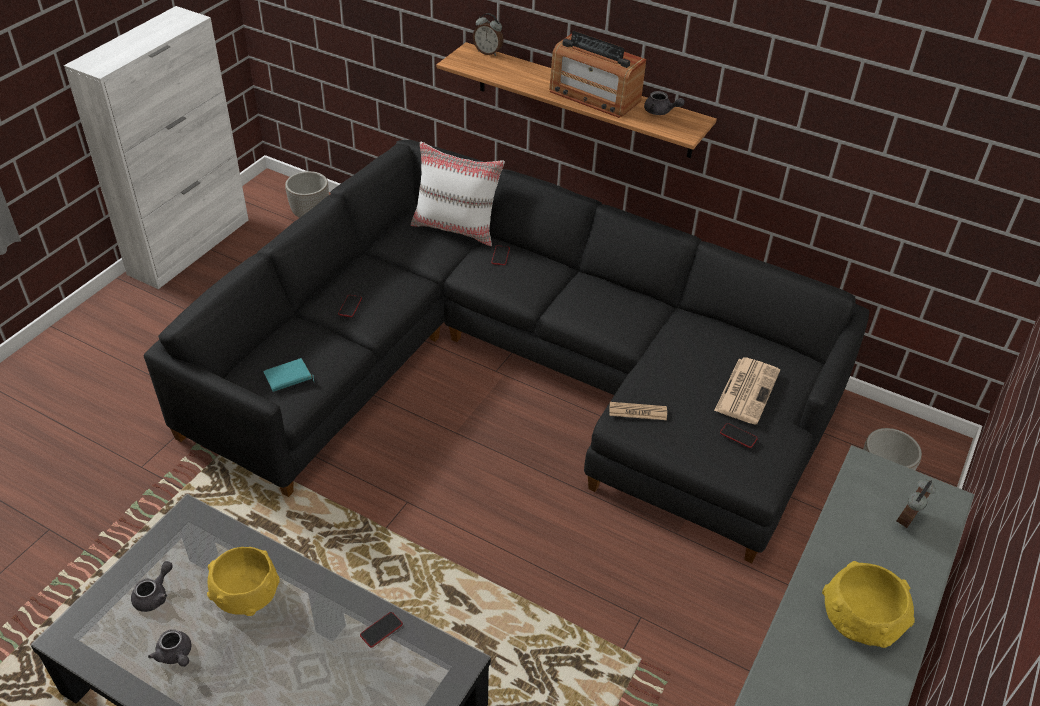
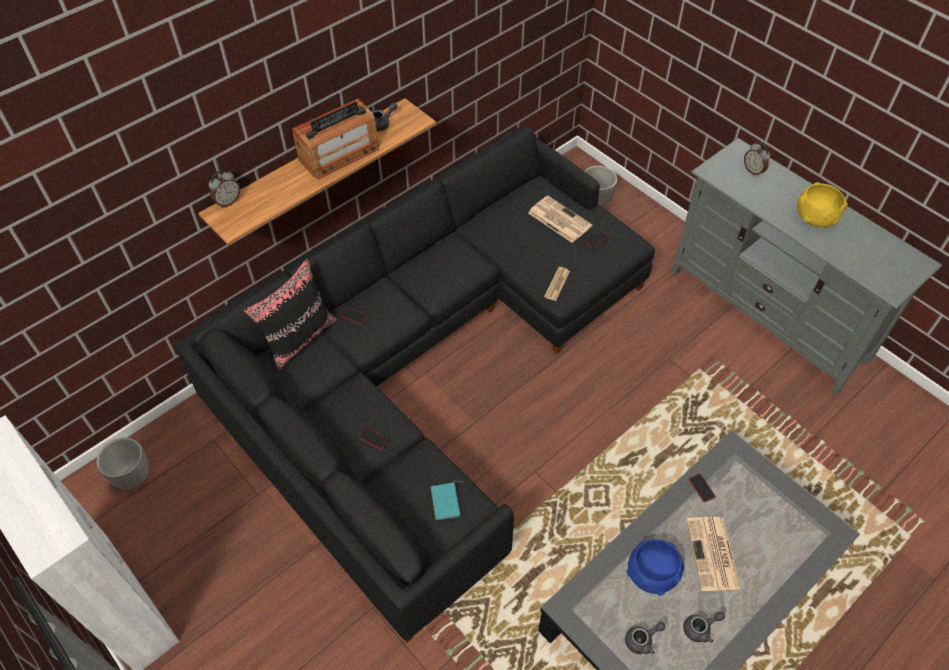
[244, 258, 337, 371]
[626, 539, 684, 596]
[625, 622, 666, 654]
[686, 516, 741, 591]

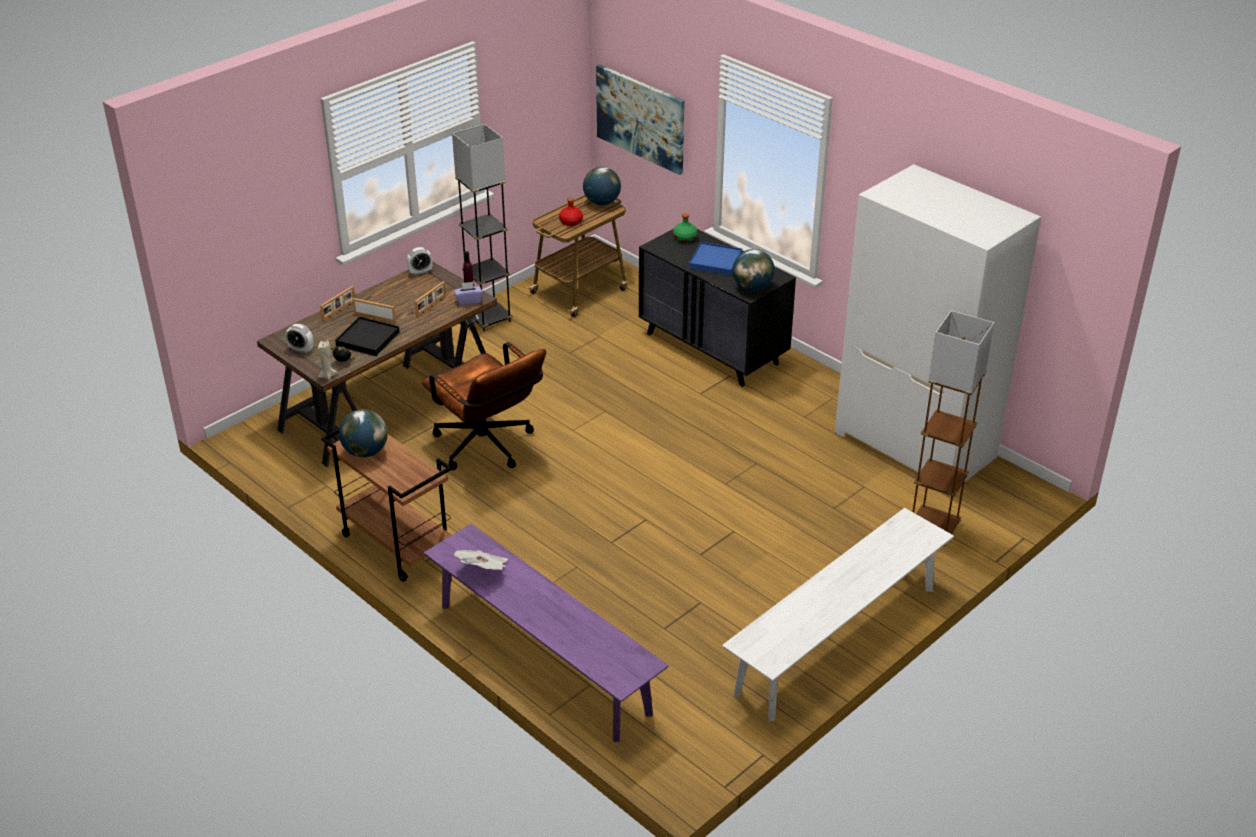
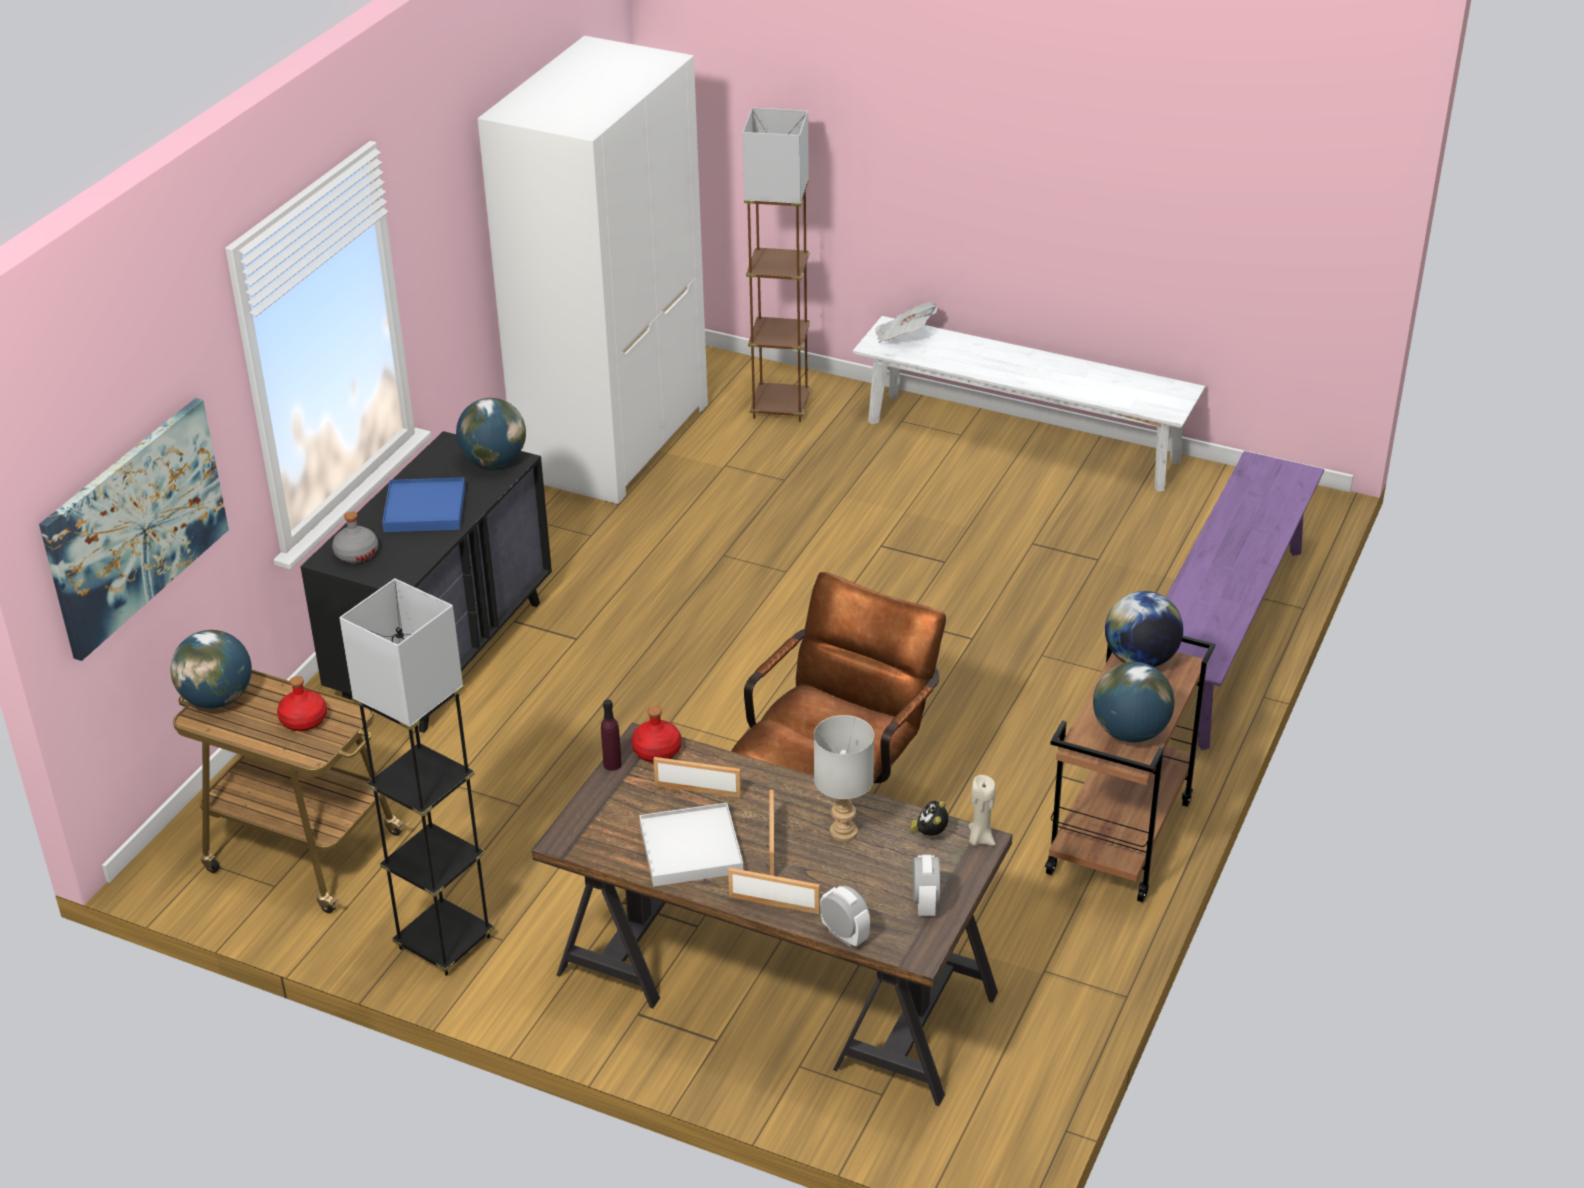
[332, 512, 378, 563]
[820, 886, 870, 947]
[631, 706, 682, 762]
[814, 715, 874, 842]
[875, 302, 937, 343]
[1105, 591, 1183, 667]
[639, 803, 743, 887]

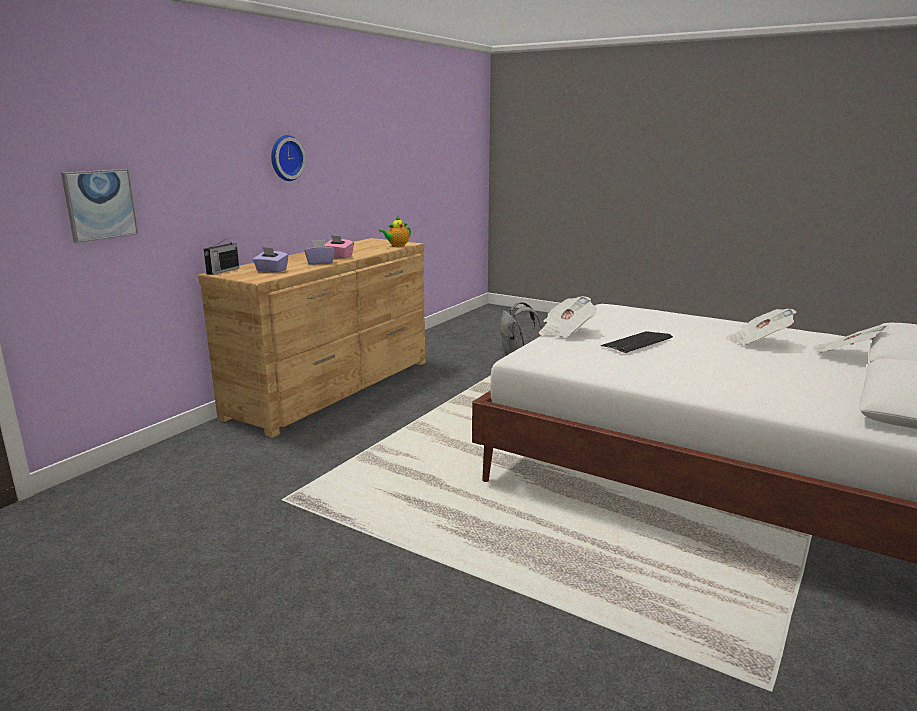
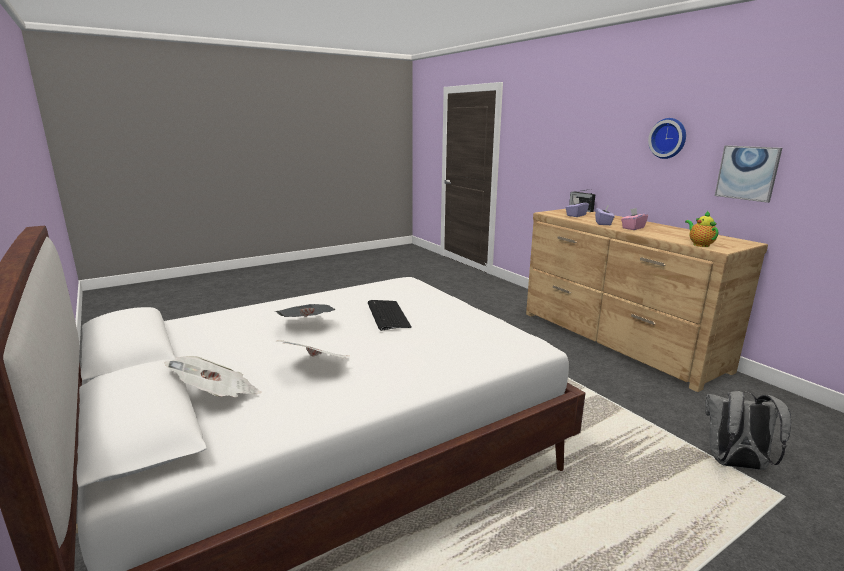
[715, 145, 782, 203]
[274, 304, 335, 317]

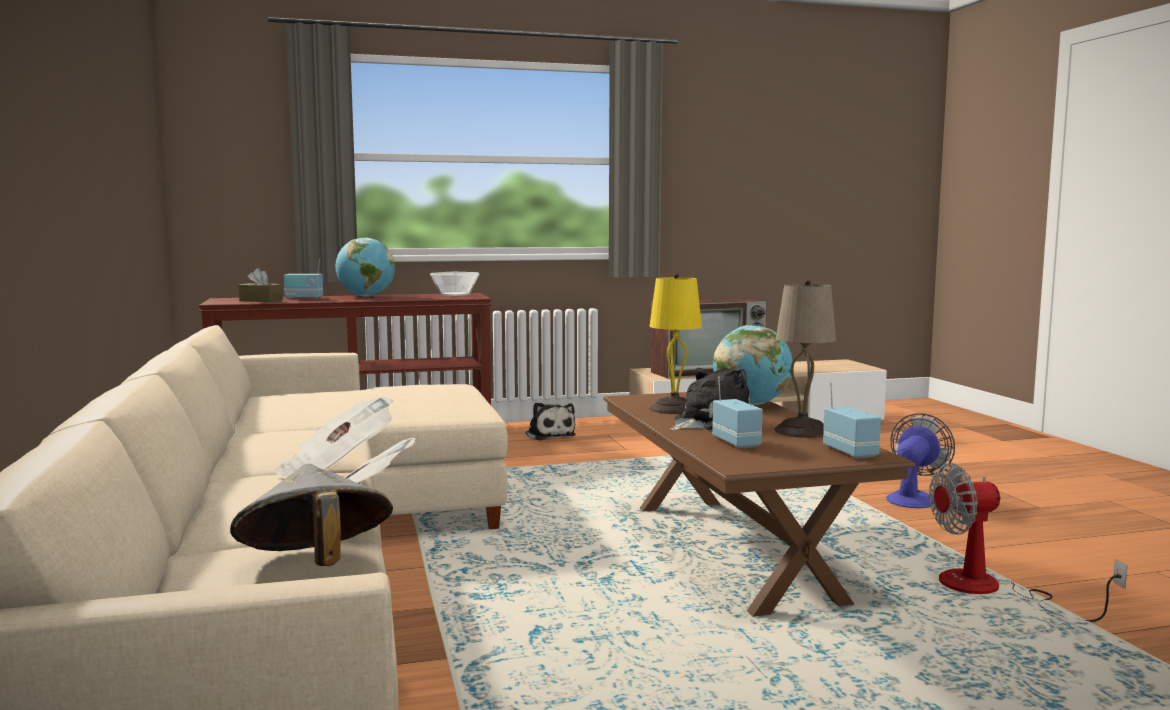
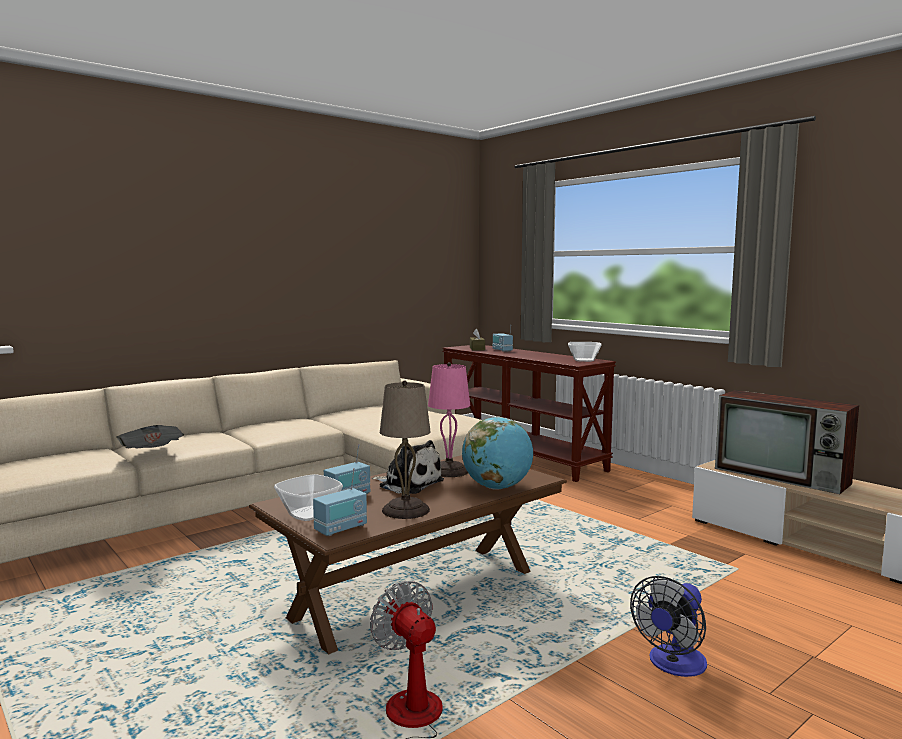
[335, 238, 395, 297] (first image)
[428, 362, 470, 477]
[275, 397, 393, 477] (first image)
[526, 402, 576, 440] (first image)
[630, 576, 707, 677]
[230, 464, 393, 566] (first image)
[274, 474, 343, 521]

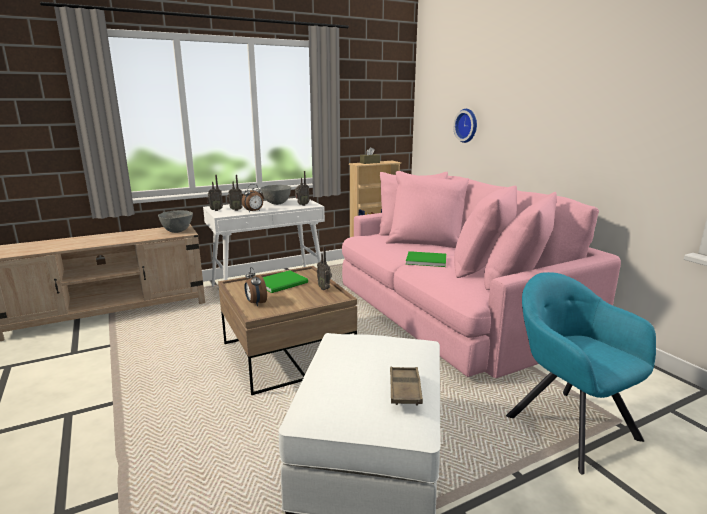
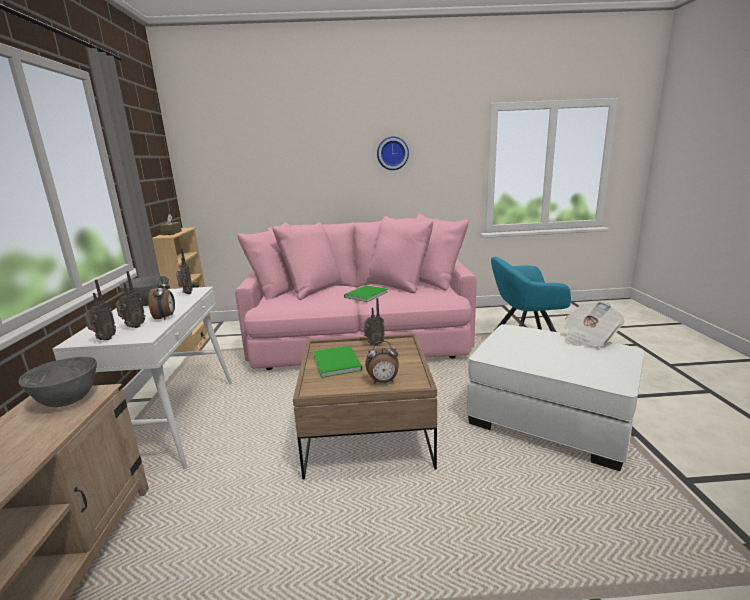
[377, 136, 409, 170]
[563, 302, 624, 347]

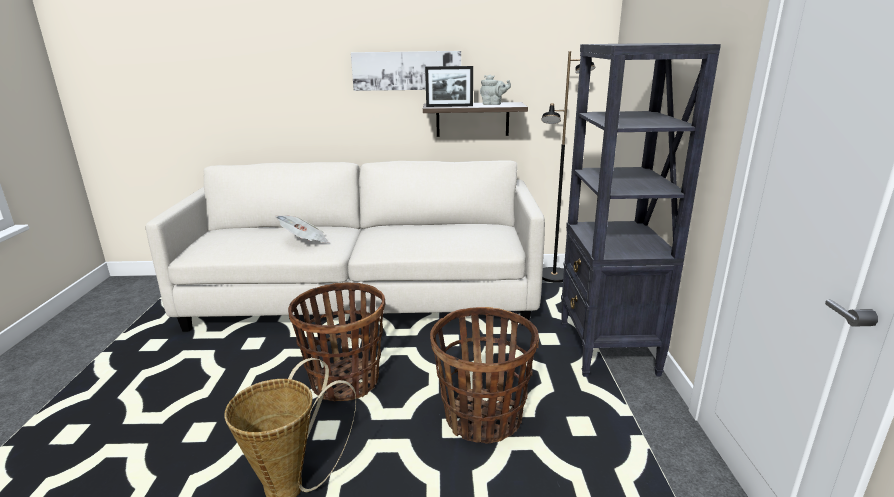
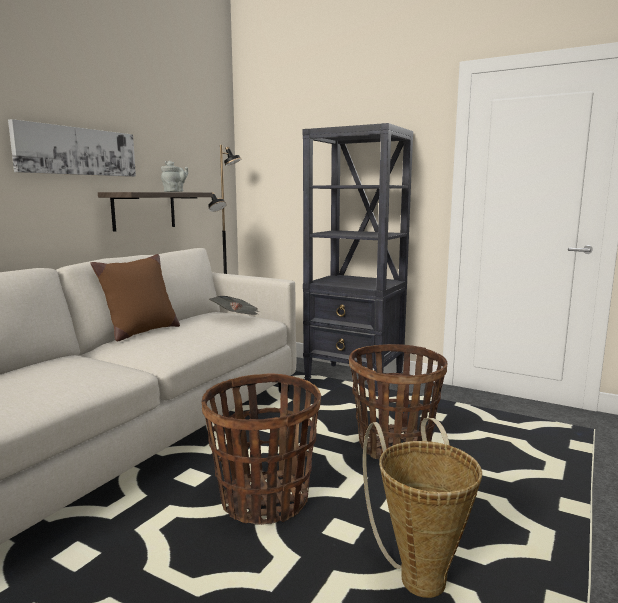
[425, 66, 473, 107] (first image)
[209, 296, 259, 315]
[90, 254, 180, 341]

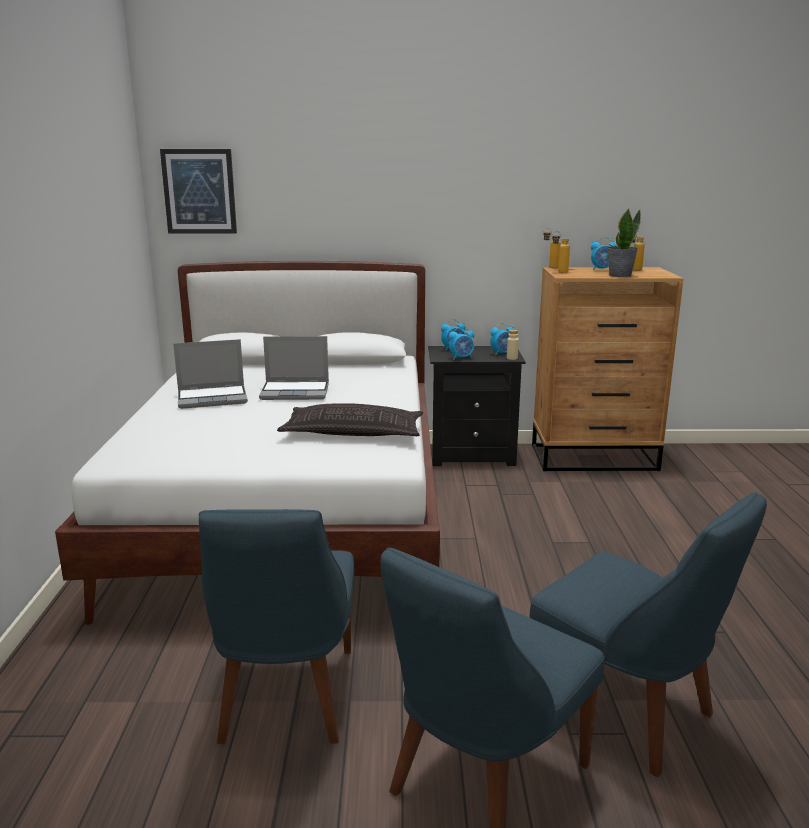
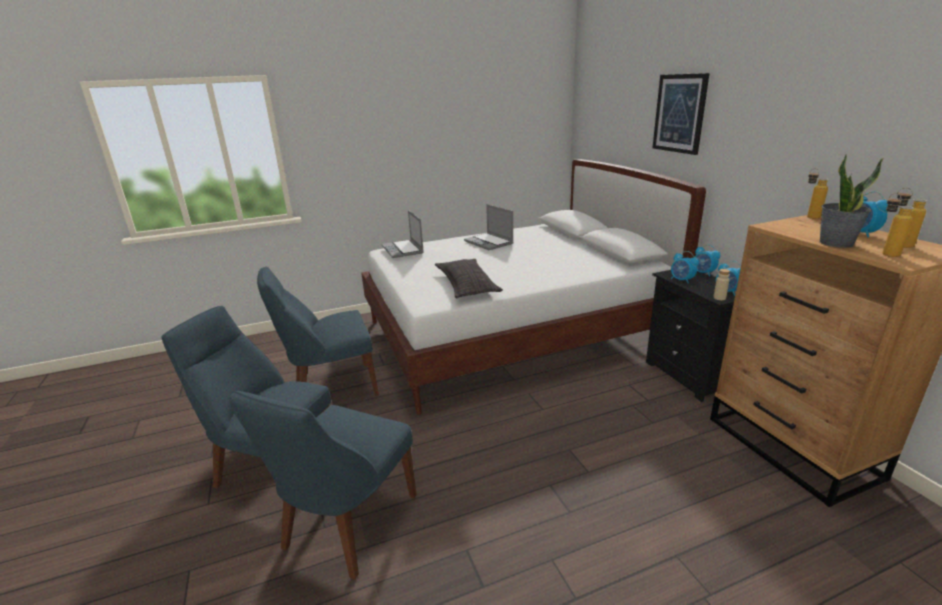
[652, 73, 710, 155]
[882, 193, 914, 257]
[382, 210, 424, 258]

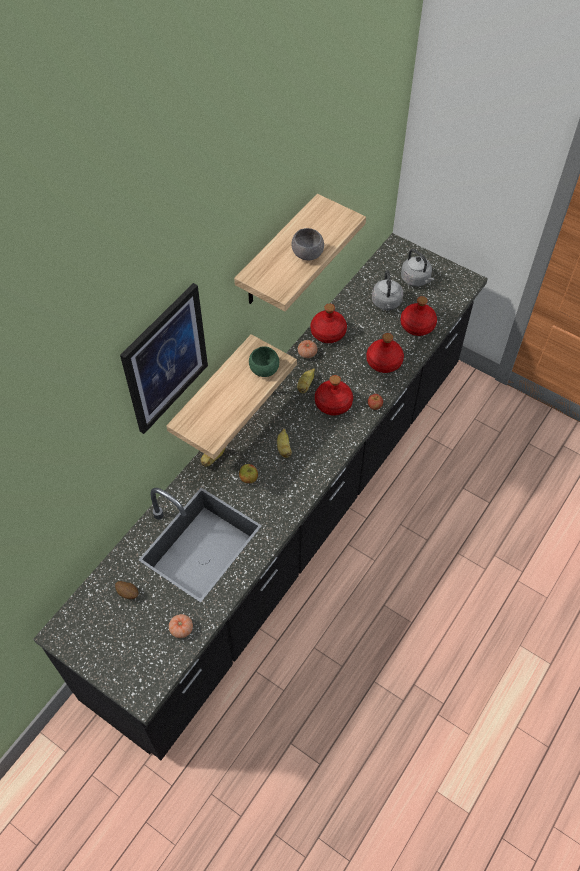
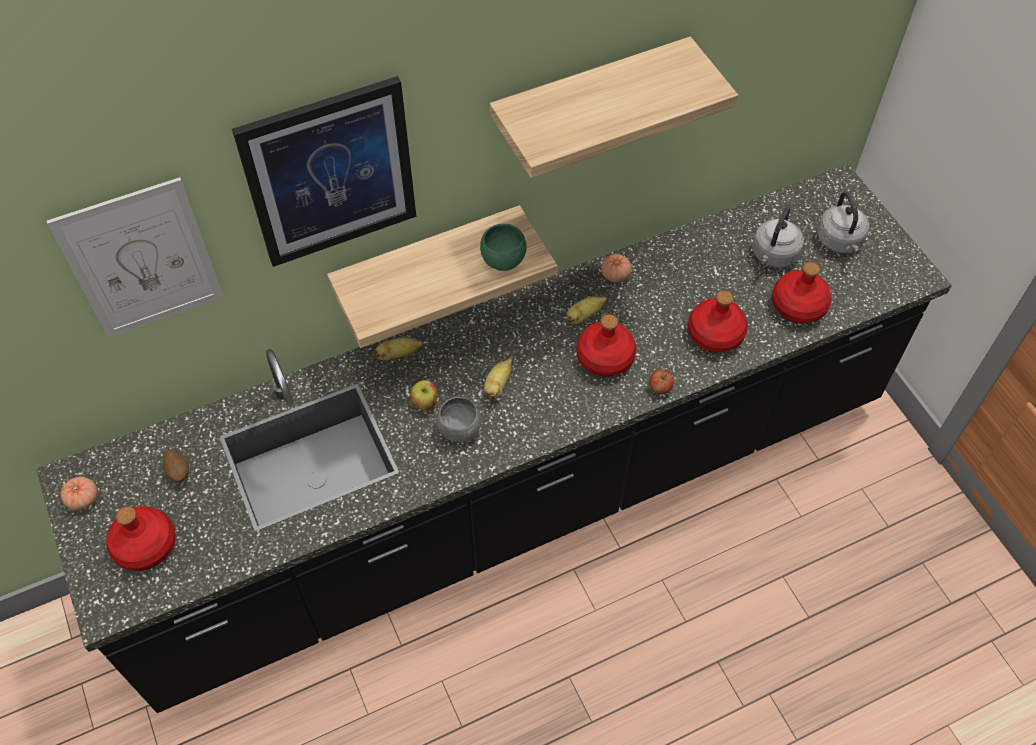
[436, 397, 481, 443]
[106, 506, 176, 571]
[61, 477, 97, 510]
[47, 177, 223, 338]

